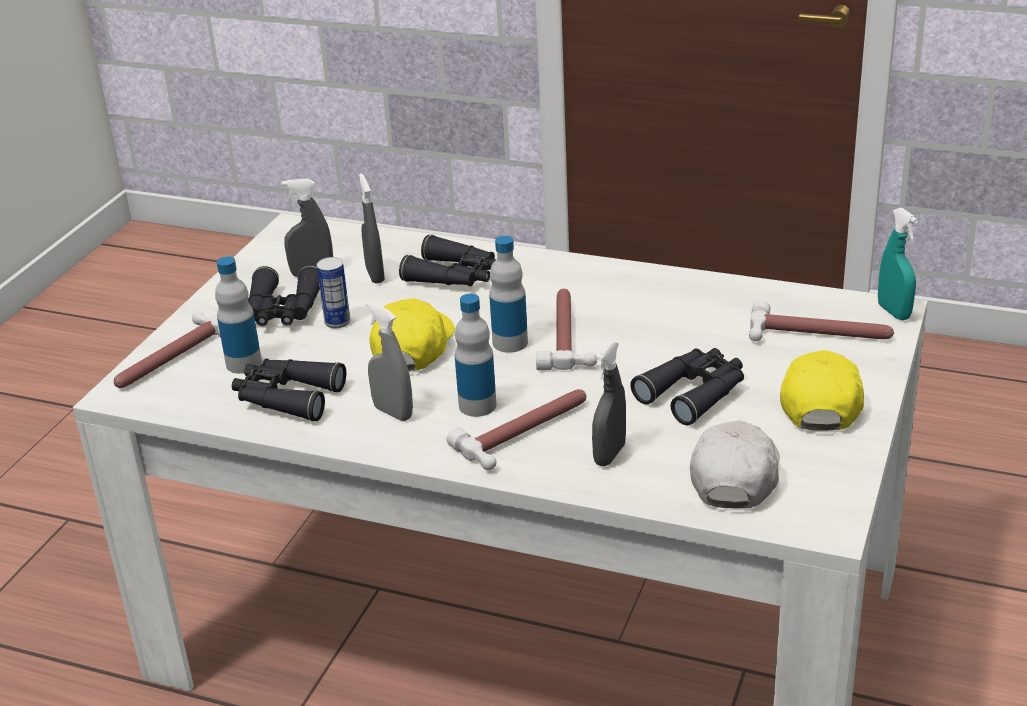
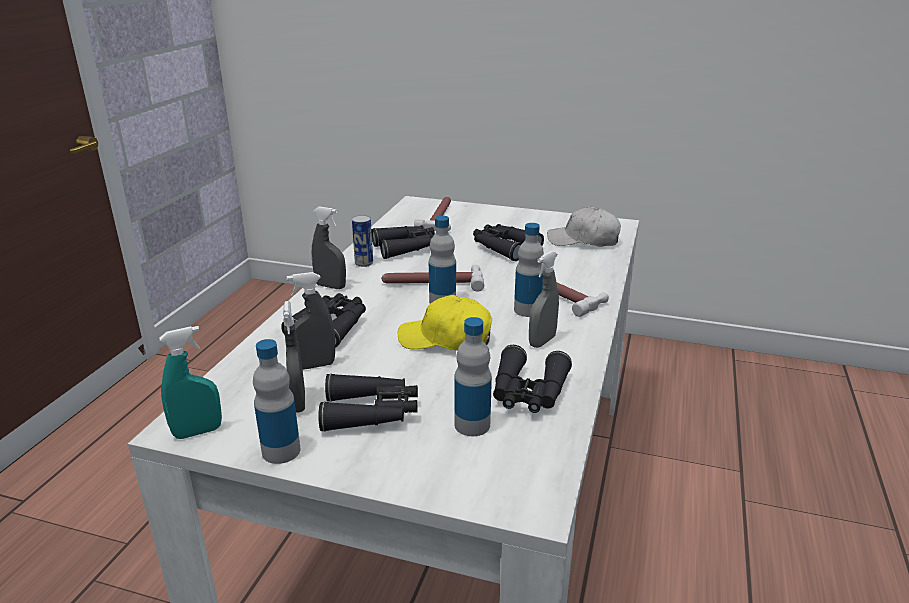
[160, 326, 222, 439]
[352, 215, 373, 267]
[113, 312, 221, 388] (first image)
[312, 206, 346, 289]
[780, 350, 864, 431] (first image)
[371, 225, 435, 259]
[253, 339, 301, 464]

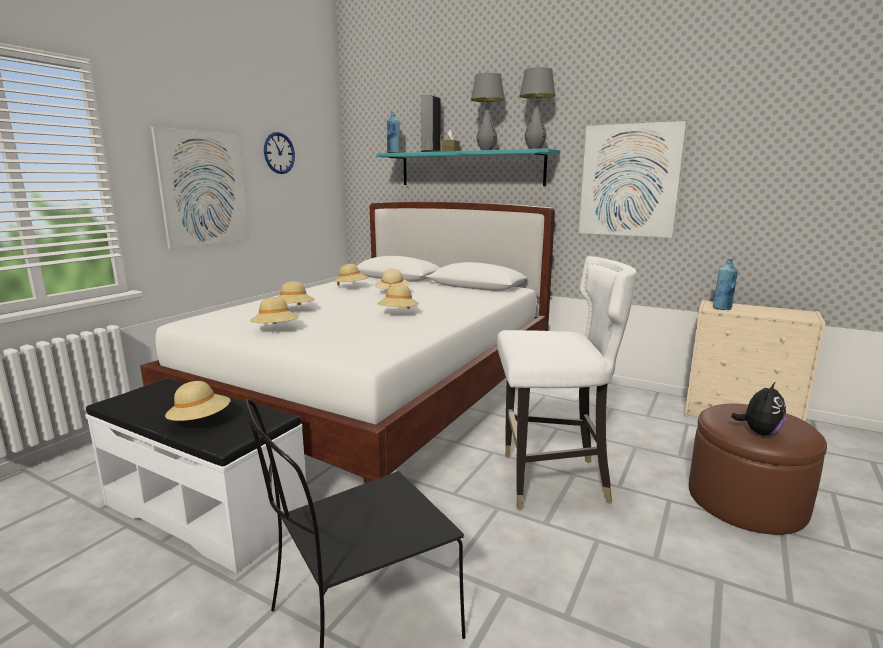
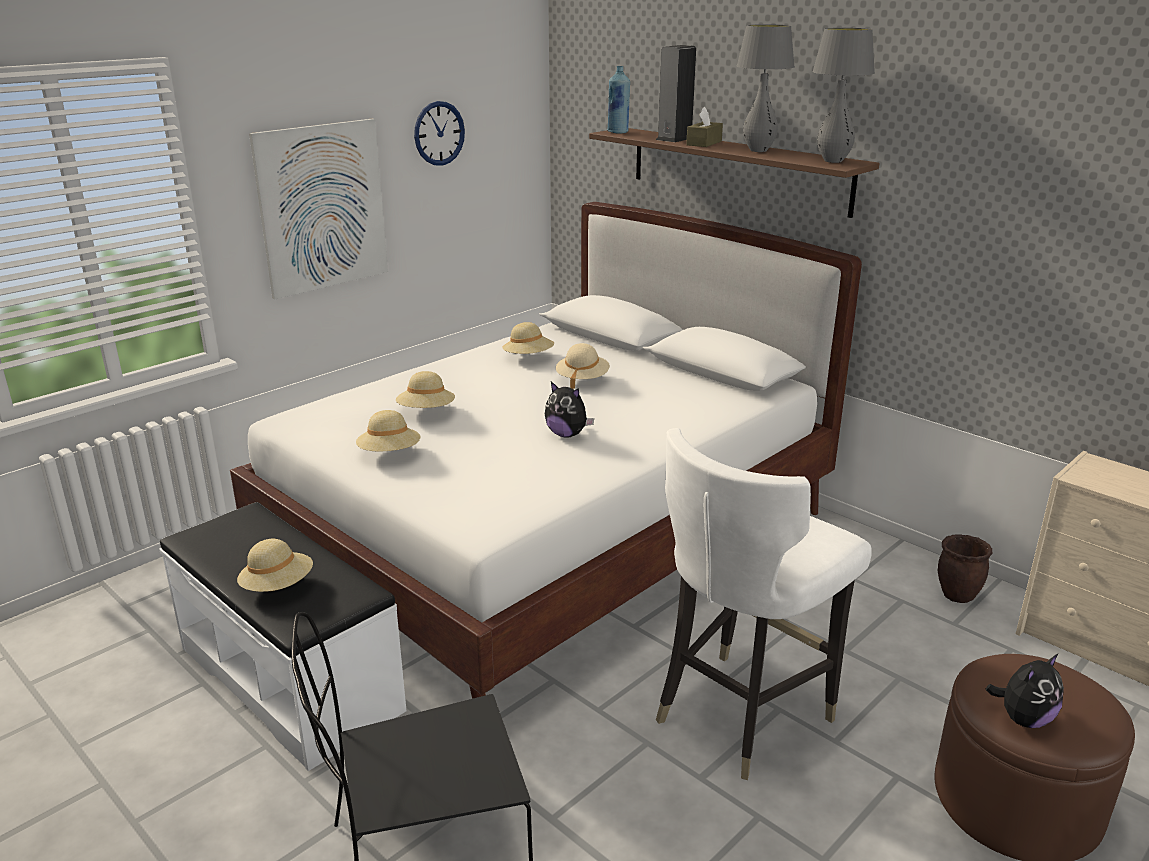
[579, 121, 686, 238] (first image)
[589, 128, 880, 218]
[656, 428, 872, 780]
[713, 259, 738, 310] (first image)
[545, 382, 594, 438]
[938, 534, 992, 603]

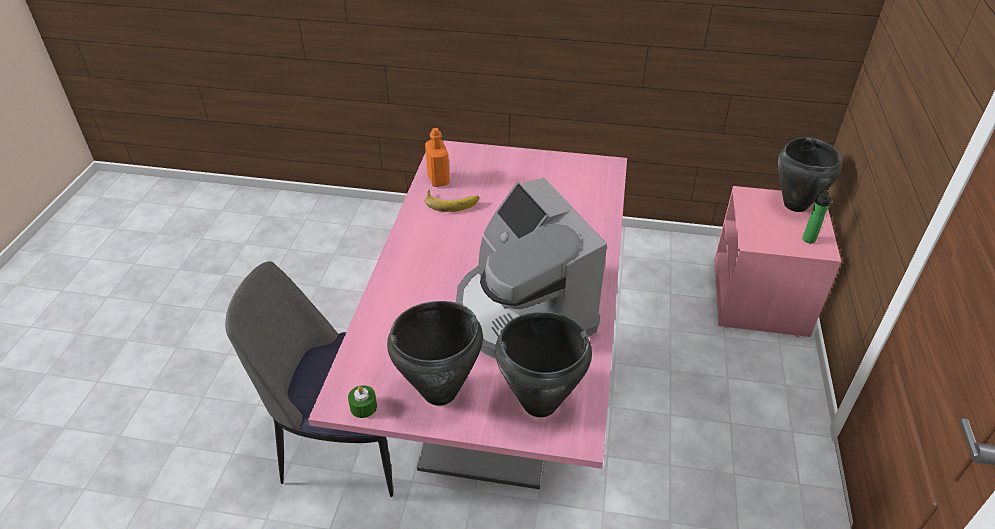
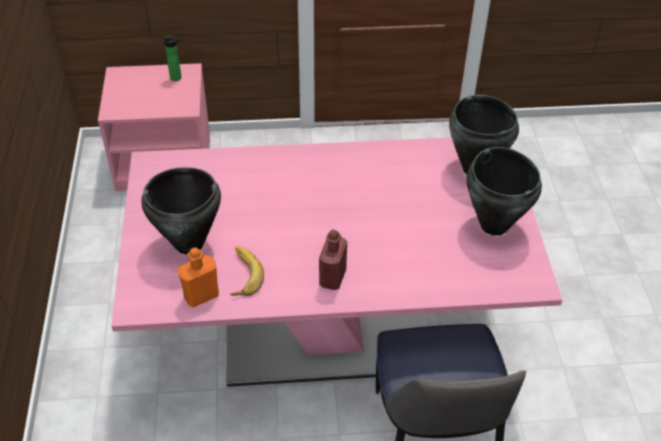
[142, 167, 221, 254]
[456, 177, 607, 359] (first image)
[348, 385, 377, 418] (first image)
[319, 229, 347, 290]

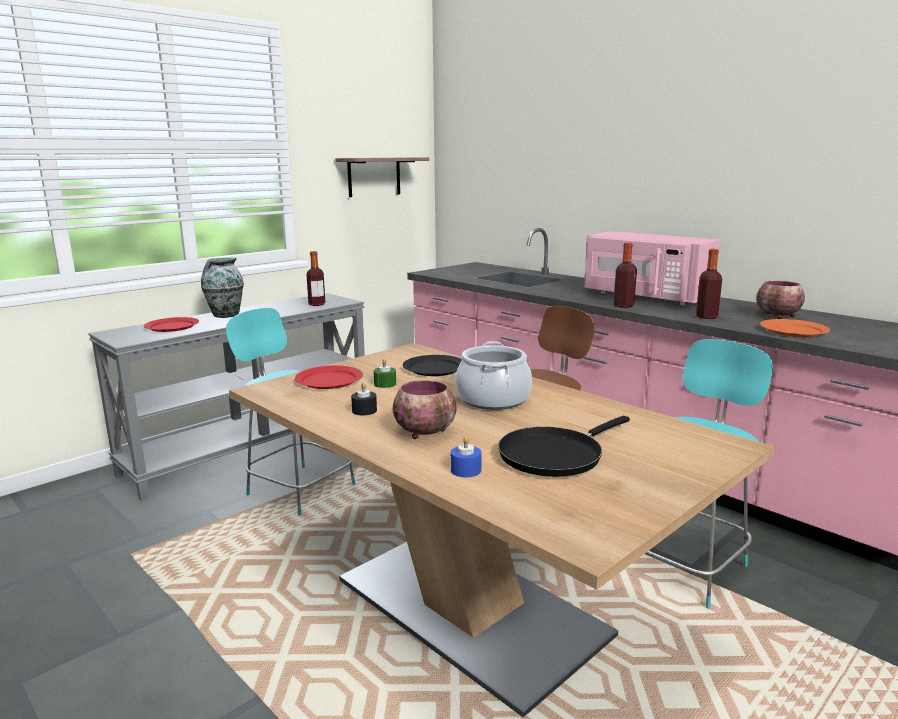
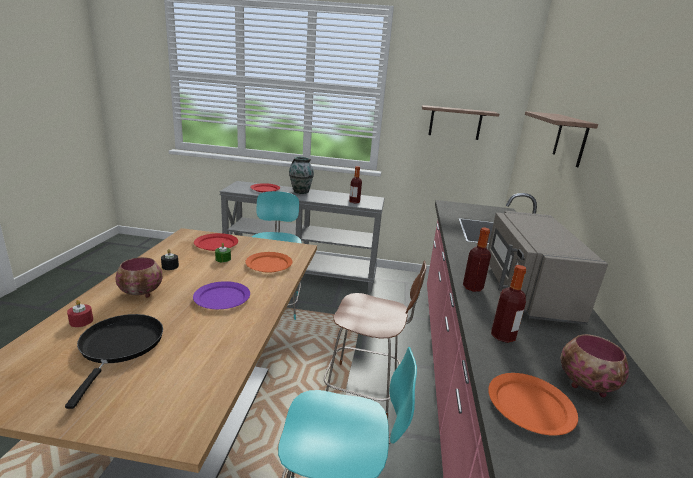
[488, 211, 608, 325]
[193, 281, 250, 309]
[245, 252, 292, 272]
[65, 314, 163, 409]
[67, 300, 93, 327]
[525, 111, 598, 167]

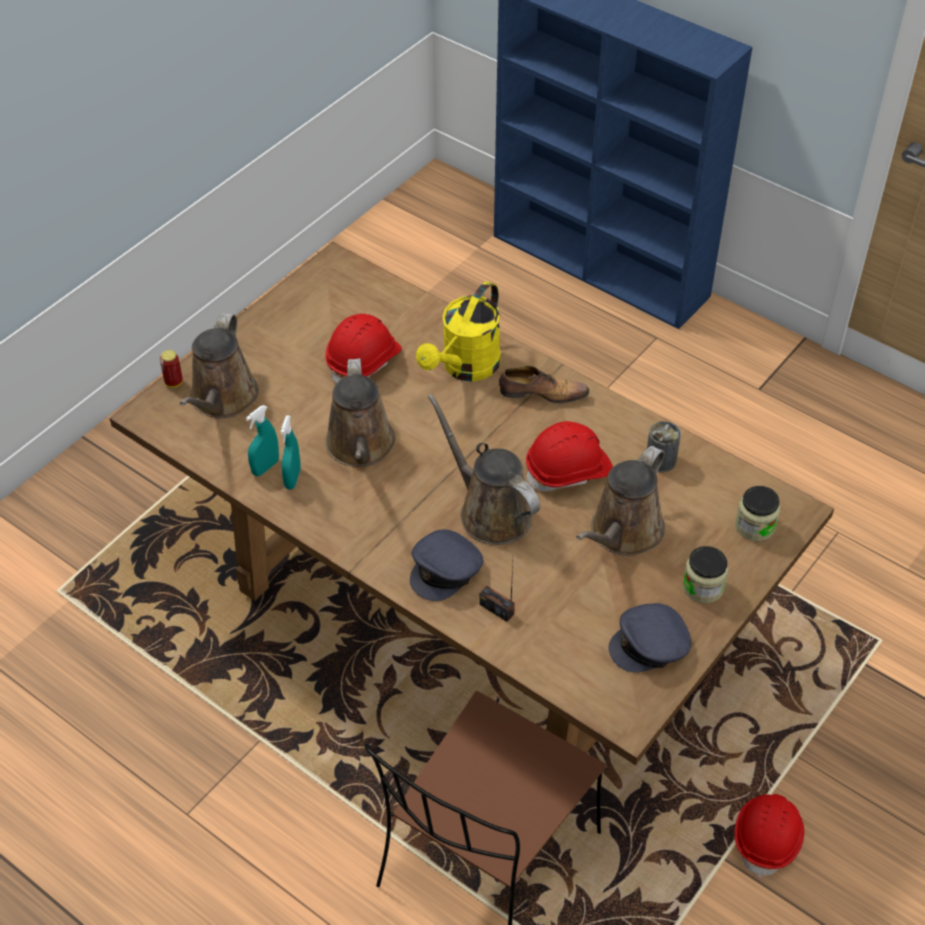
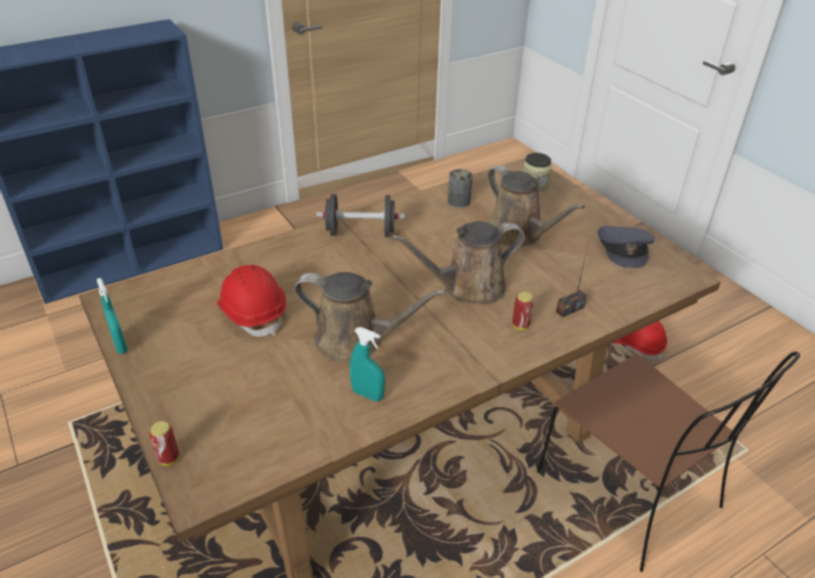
[416, 281, 501, 381] (first image)
[180, 313, 259, 418] (first image)
[316, 194, 405, 237]
[97, 278, 128, 354]
[526, 421, 613, 492] (first image)
[512, 292, 534, 330]
[683, 546, 728, 603] (first image)

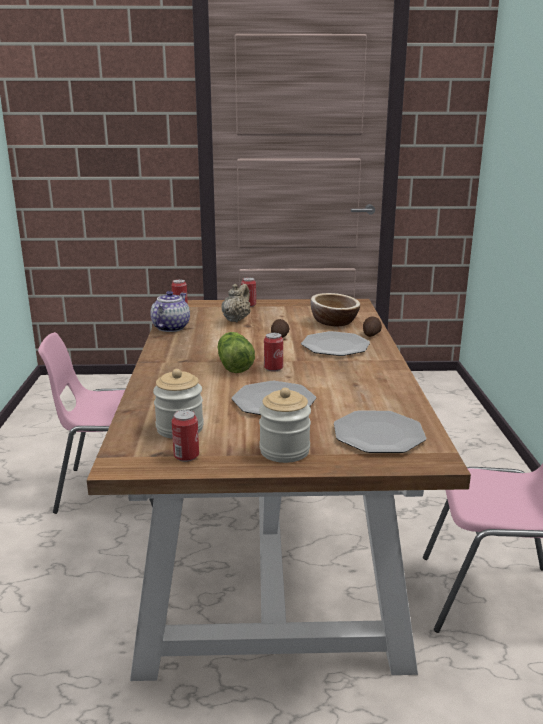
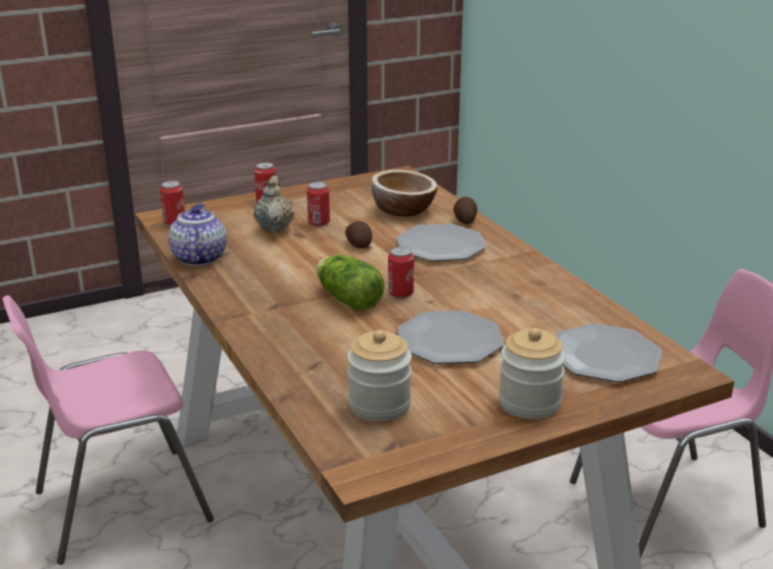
[307, 182, 330, 227]

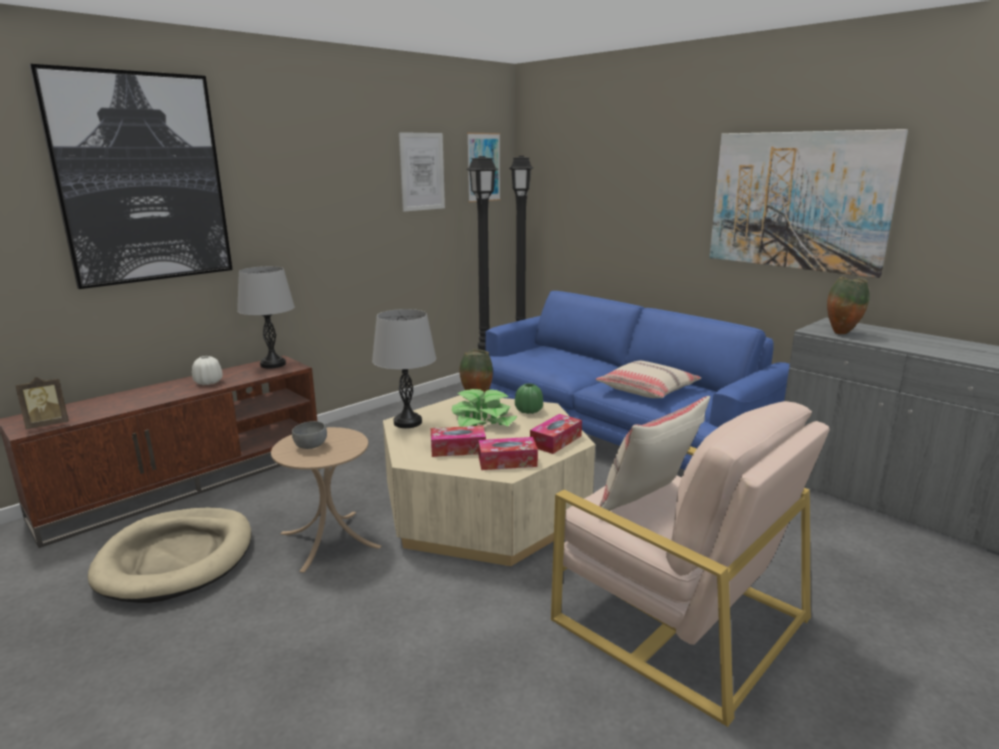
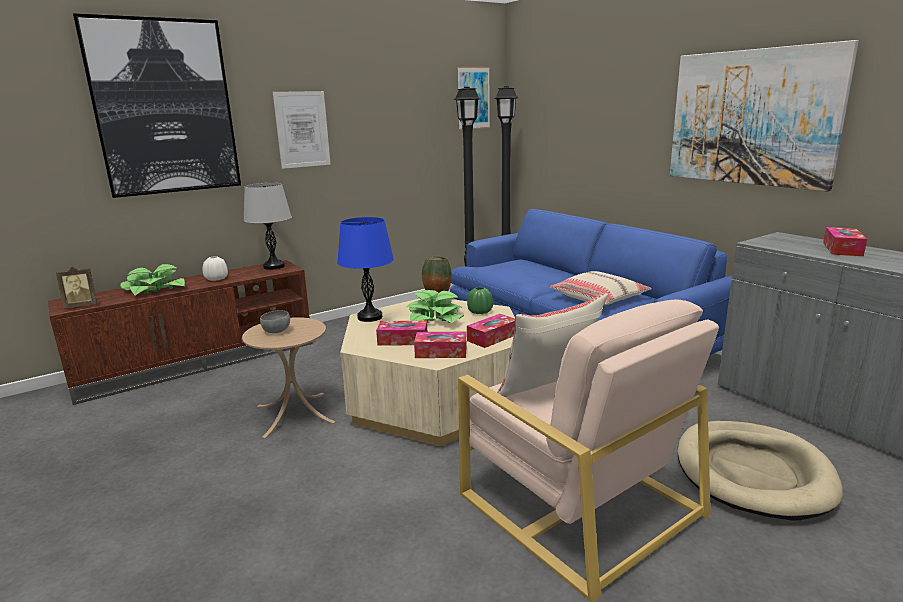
[273, 91, 331, 169]
[827, 276, 870, 334] (first image)
[337, 217, 394, 322]
[678, 421, 843, 521]
[823, 227, 867, 256]
[120, 264, 185, 295]

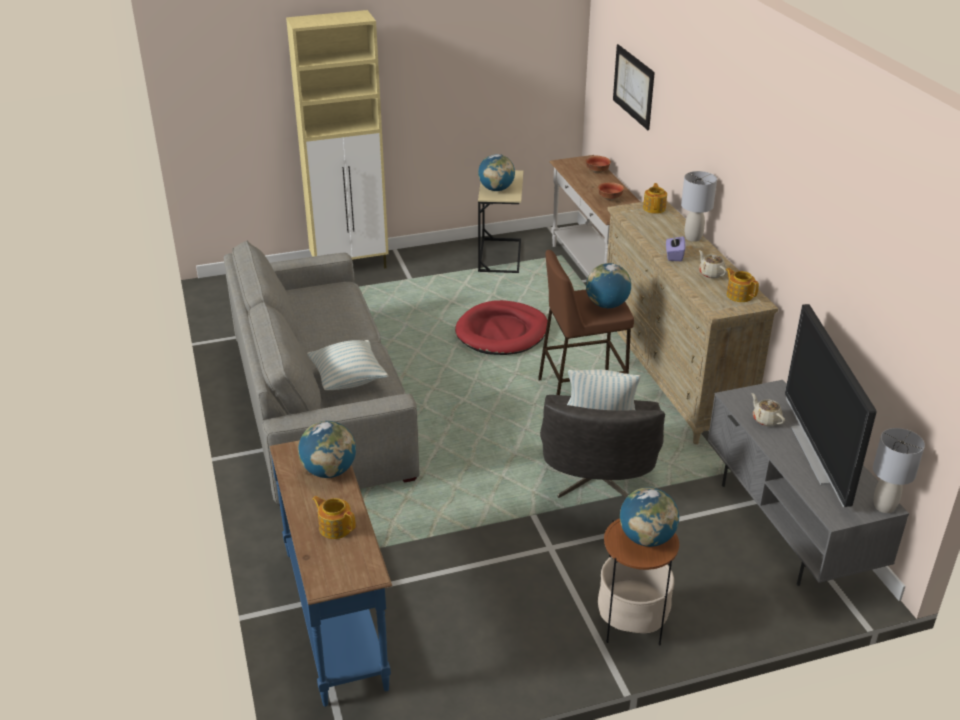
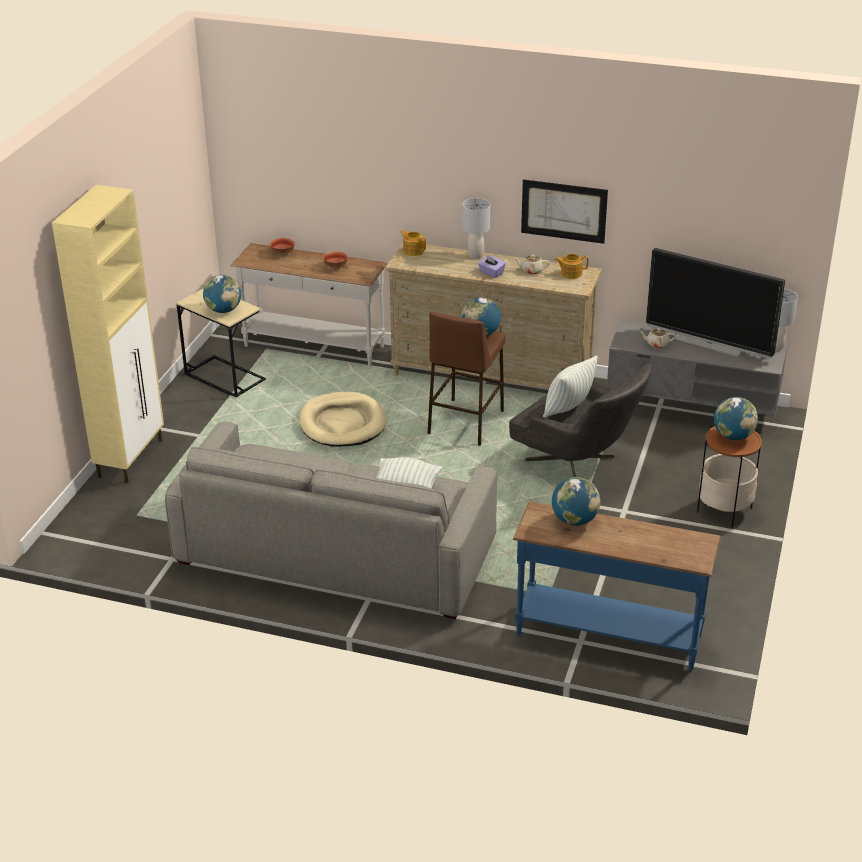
[521, 179, 608, 244]
[299, 392, 387, 446]
[312, 496, 356, 539] (first image)

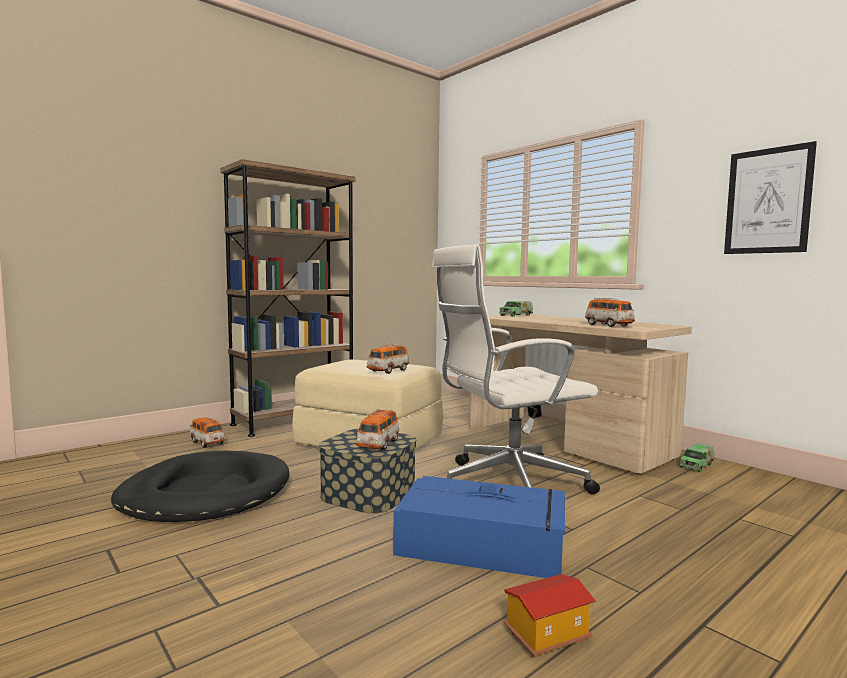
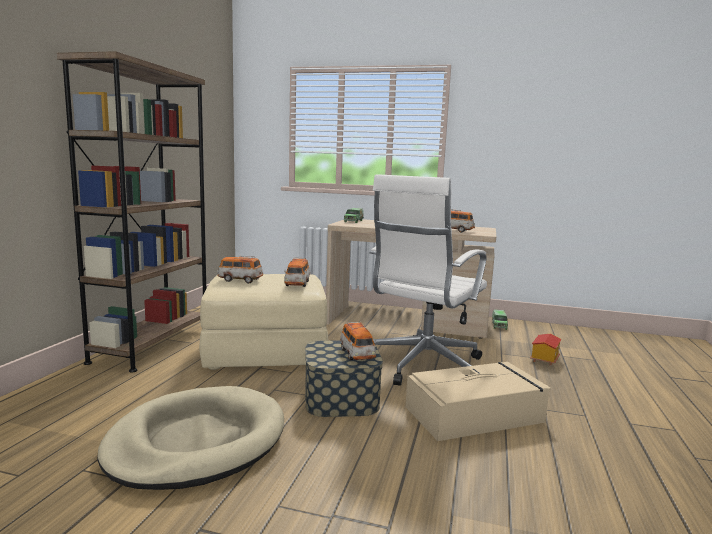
[724, 141, 817, 254] (first image)
[217, 256, 263, 283]
[97, 386, 284, 490]
[406, 362, 551, 441]
[530, 334, 562, 366]

